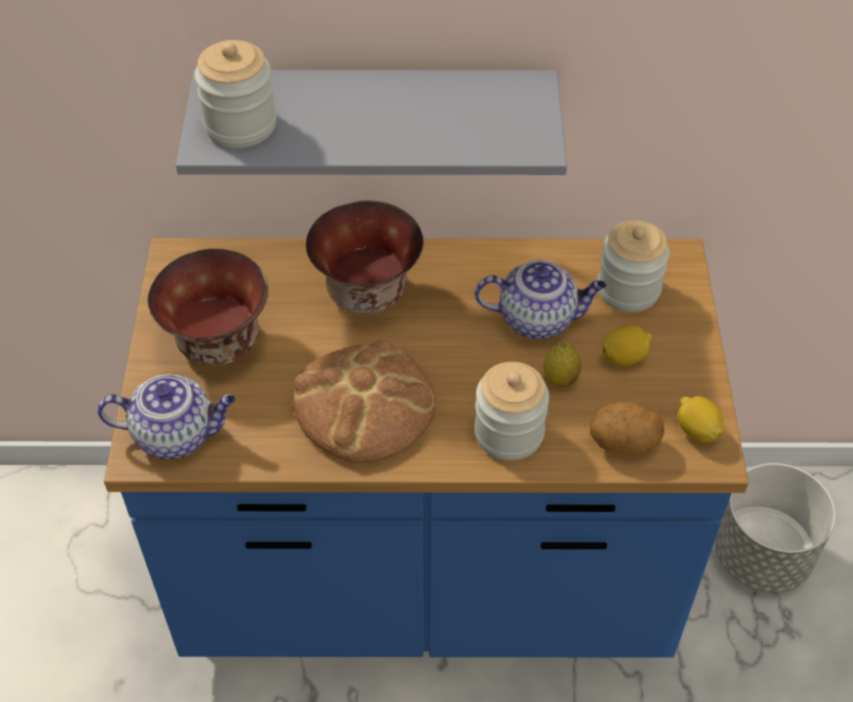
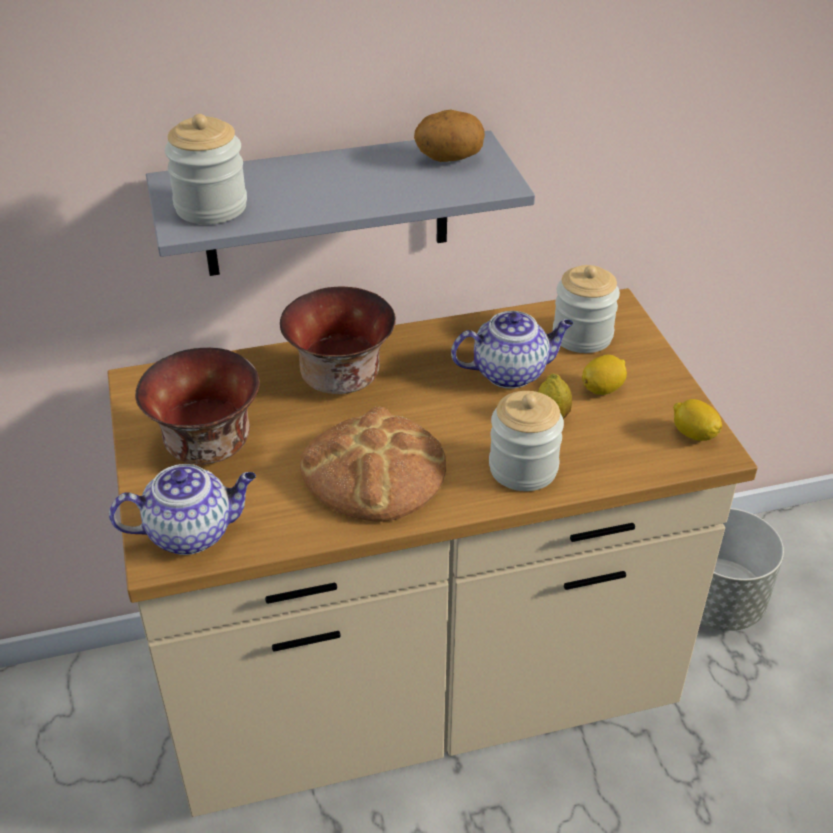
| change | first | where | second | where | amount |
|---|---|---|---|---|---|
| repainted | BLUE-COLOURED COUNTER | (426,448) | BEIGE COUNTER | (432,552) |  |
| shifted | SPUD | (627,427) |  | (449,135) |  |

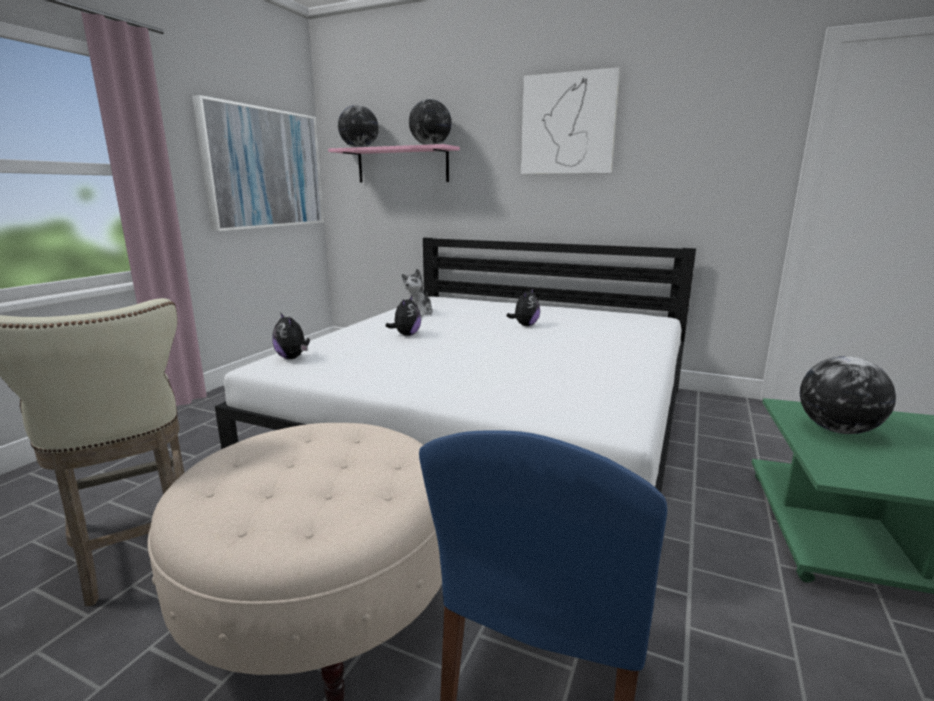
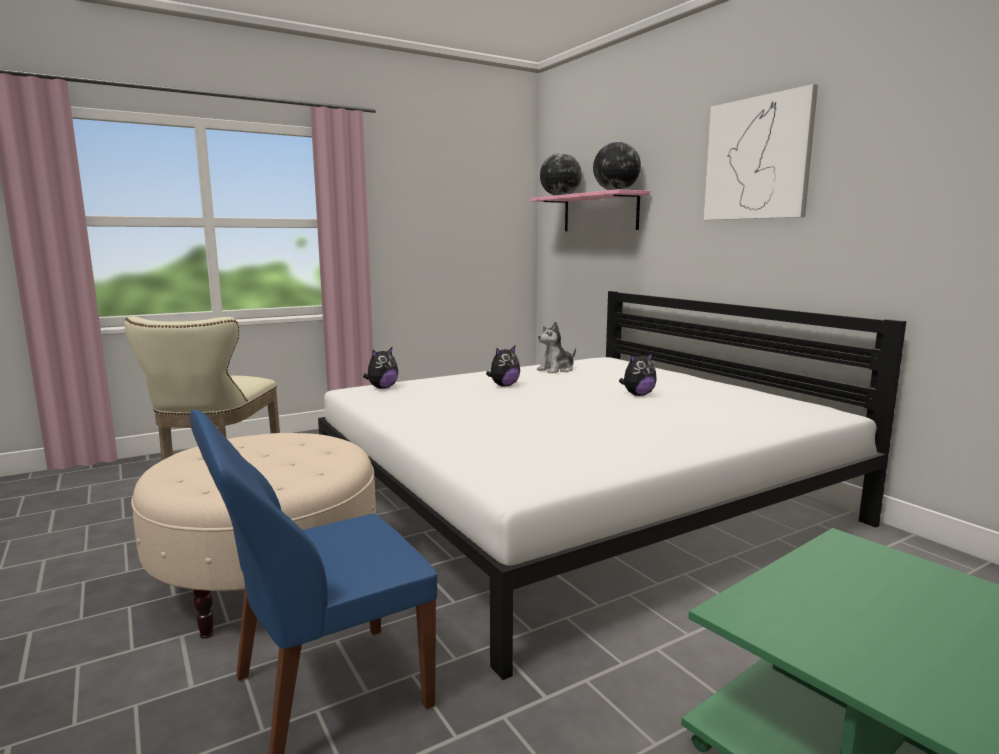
| change | first | where | second | where | amount |
|---|---|---|---|---|---|
| rotated | SOFT TOY | (291,335) |  | (380,368) | 135 degrees counterclockwise |
| gone | WALL ART | (258,163) |  |  |  |
| gone | DESK GLOBE | (848,395) |  |  |  |

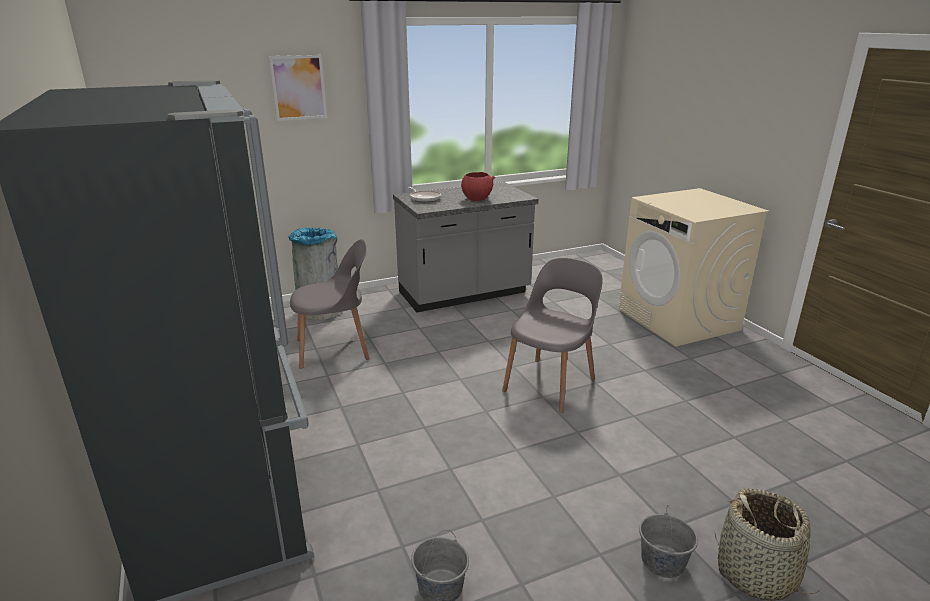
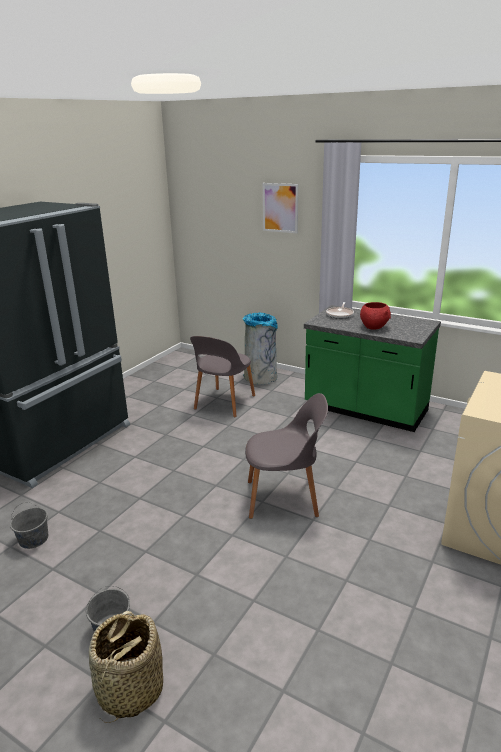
| change | first | where | second | where | amount |
|---|---|---|---|---|---|
| rotated | GRAY CHAIR | (330,304) |  | (222,377) | 75 degrees clockwise |
| repainted | GRAY COUNTER | (465,247) | GREENISH COUNTER | (372,368) |  |

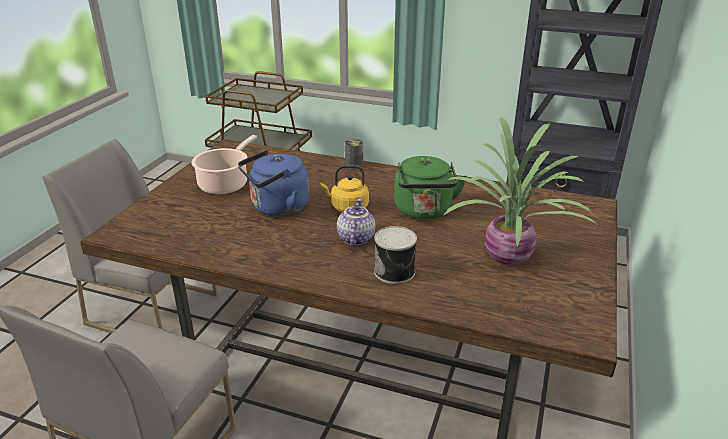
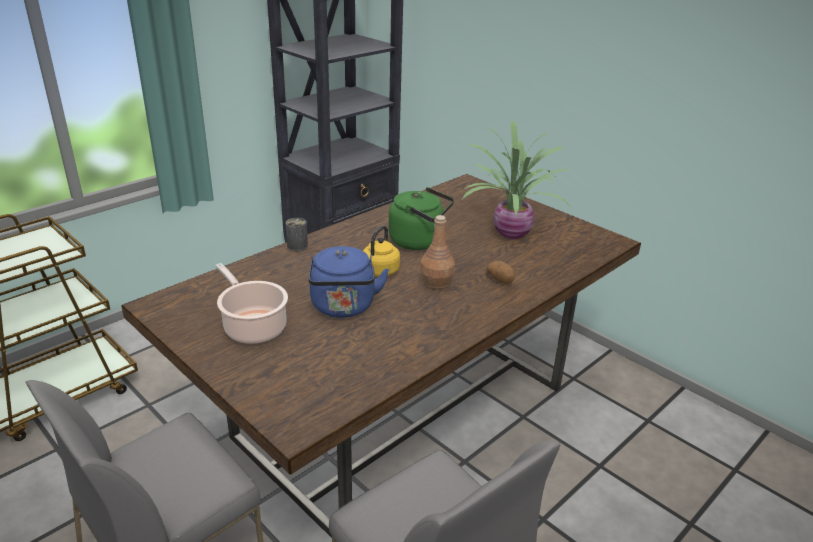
| change | first | where | second | where | amount |
|---|---|---|---|---|---|
| swapped | TEAPOT | (356,222) | BROWN DRINK BOTTLE | (437,252) |  |
| swapped | SEALED CAN | (395,255) | SPUD | (501,272) |  |

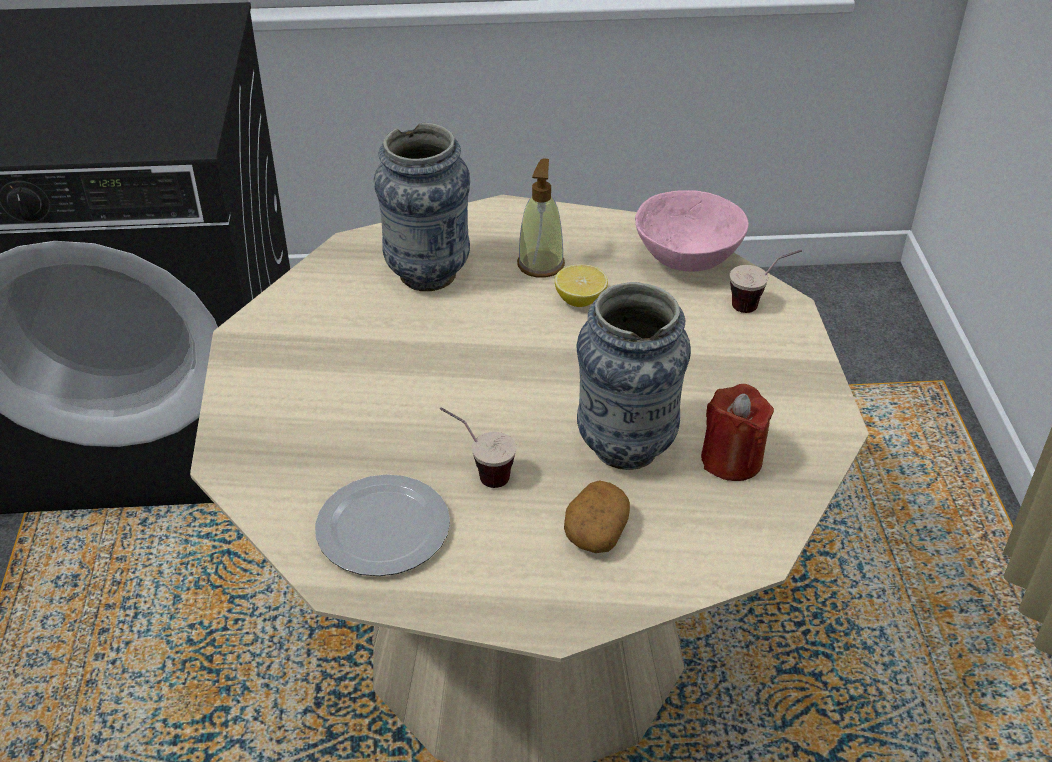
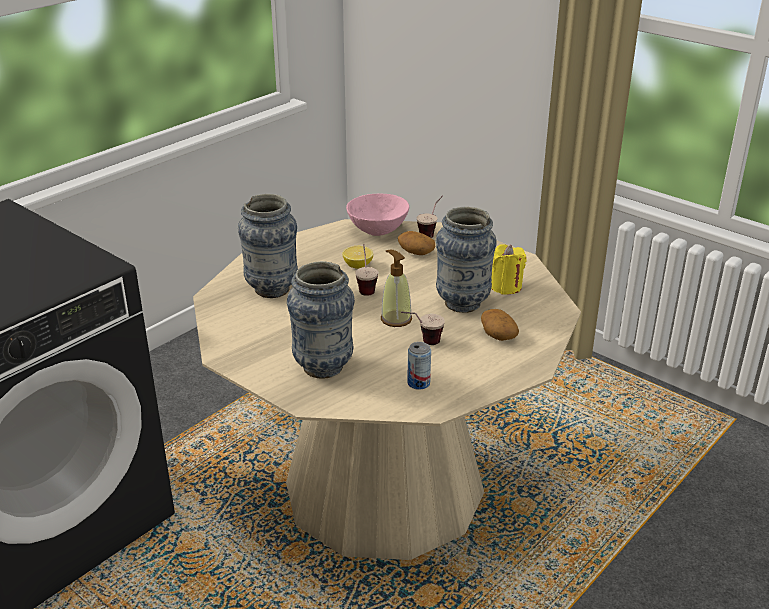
| change | first | where | second | where | amount |
|---|---|---|---|---|---|
| new |  |  | DECORATIVE VASE | (321,319) |  |
| new |  |  | SMALL CUP | (366,270) |  |
| shifted | LIQUID SOAP BOTTLE | (541,218) |  | (396,288) |  |
| new |  |  | SPUD | (416,243) |  |
| swapped | FLAT DISH | (382,525) | SEALED CAN | (419,366) |  |
| repainted | RED WAX LIGHT | (737,432) | YELLOWISH WAX LIGHT | (509,269) |  |

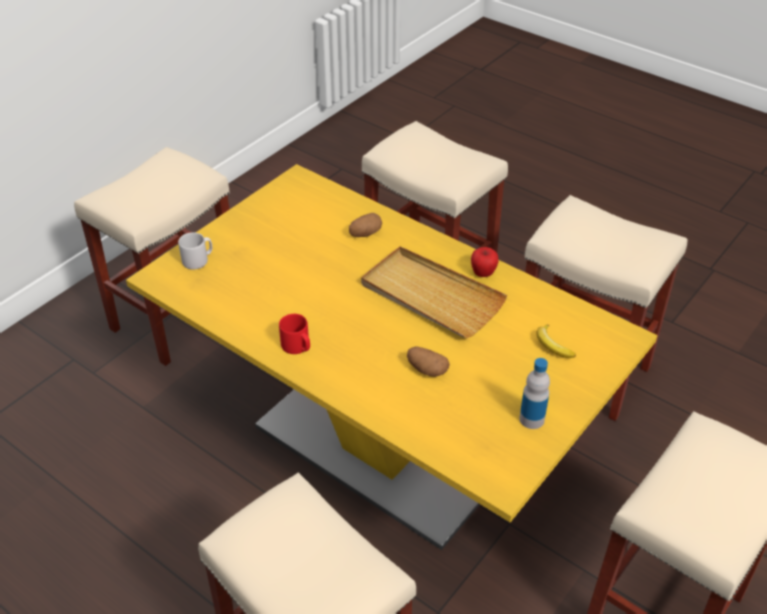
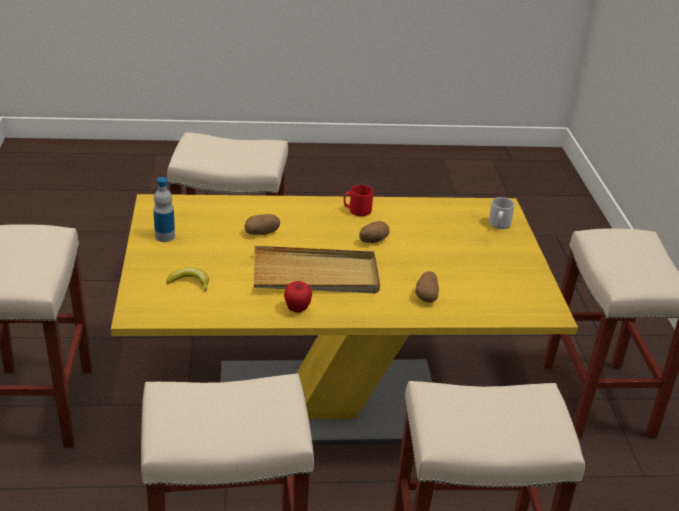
| change | first | where | second | where | amount |
|---|---|---|---|---|---|
| new |  |  | SPUD | (374,232) |  |

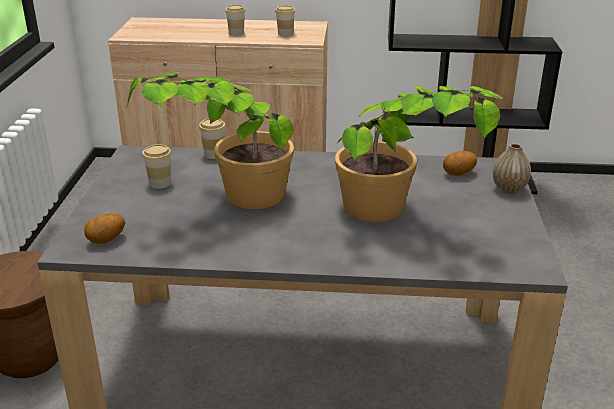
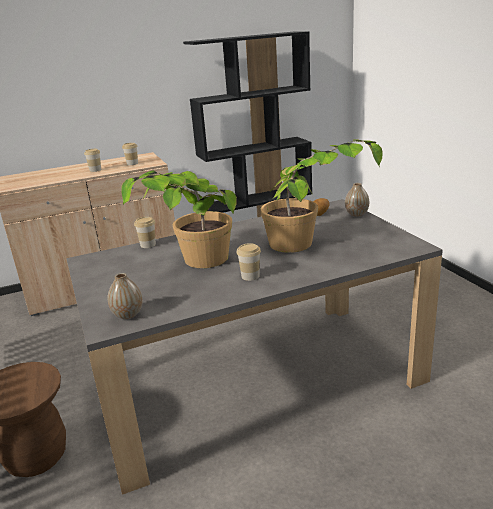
| change | first | where | second | where | amount |
|---|---|---|---|---|---|
| swapped | SPUD | (104,228) | DECORATIVE VASE | (125,296) |  |
| shifted | SMALL CUP | (157,166) |  | (248,262) |  |

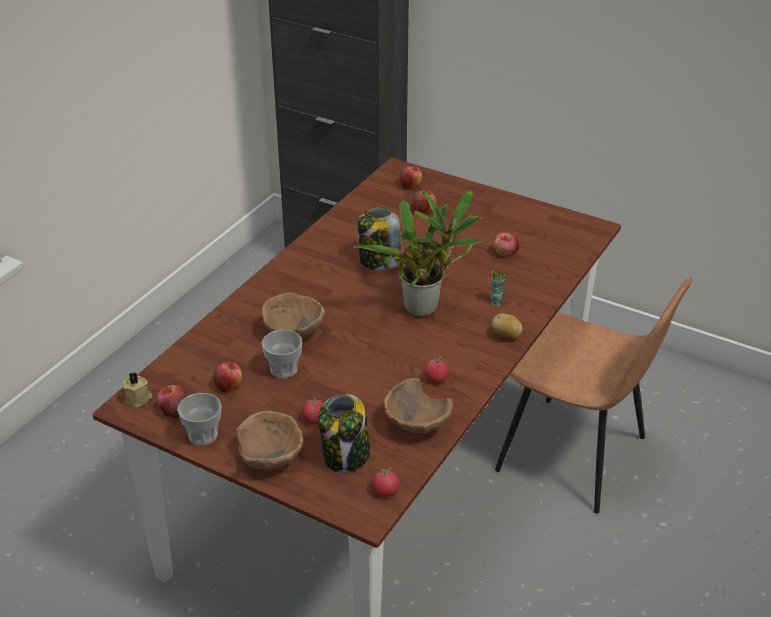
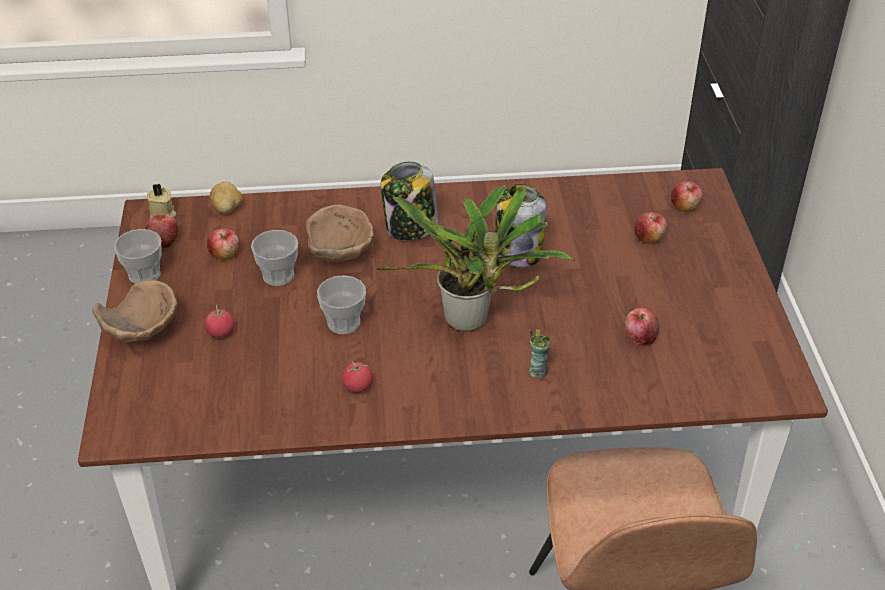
| change | first | where | second | where | amount |
|---|---|---|---|---|---|
| shifted | SPUD | (507,326) |  | (226,197) |  |
| new |  |  | SMALL CUP | (341,304) |  |
| shifted | PRESERVE JAR | (344,433) |  | (410,201) |  |
| gone | WHOLE TOMATO | (385,481) |  |  |  |
| gone | BROWN DEEP DISH | (418,406) |  |  |  |

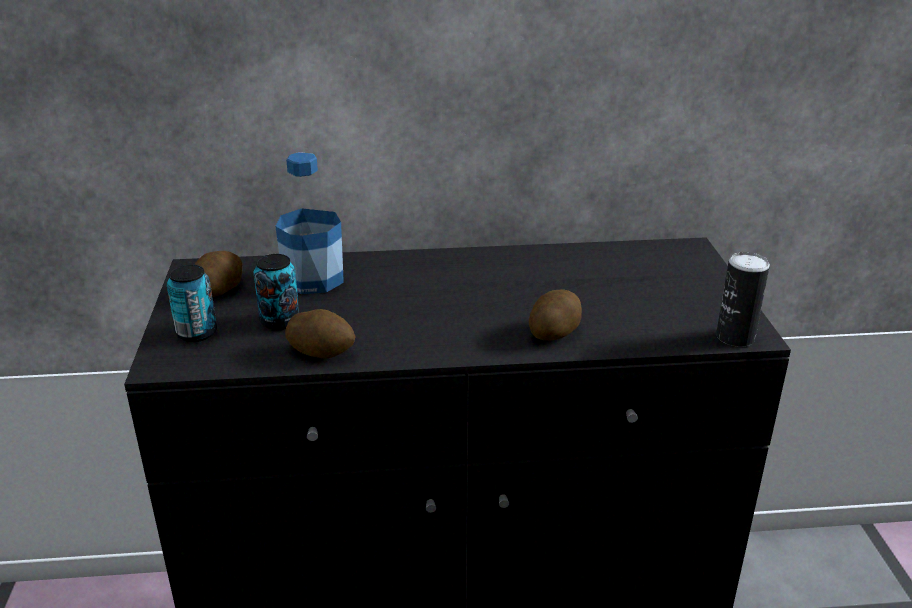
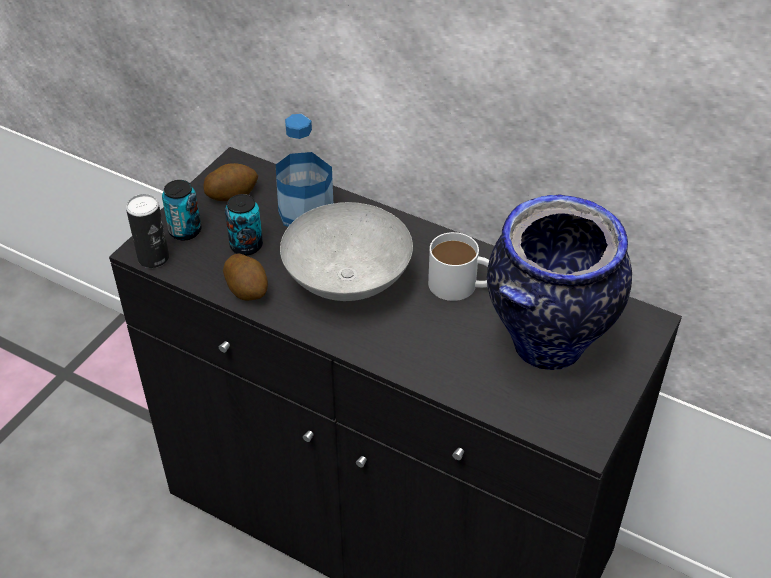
| change | first | where | second | where | amount |
|---|---|---|---|---|---|
| shifted | SEALED CAN | (743,299) |  | (147,231) |  |
| new |  |  | GRAY DEEP DISH | (346,251) |  |
| new |  |  | WHITE MUG | (458,266) |  |
| new |  |  | DECORATIVE VASE | (559,282) |  |
| gone | SPUD | (555,315) |  |  |  |

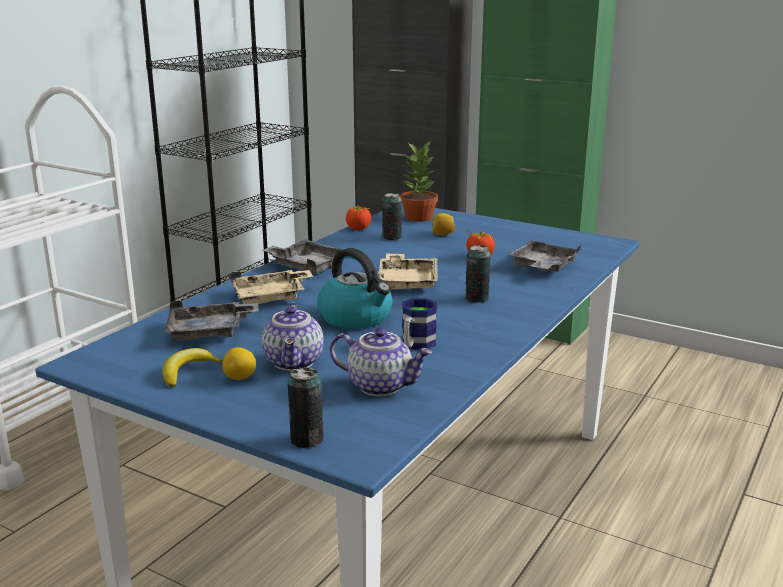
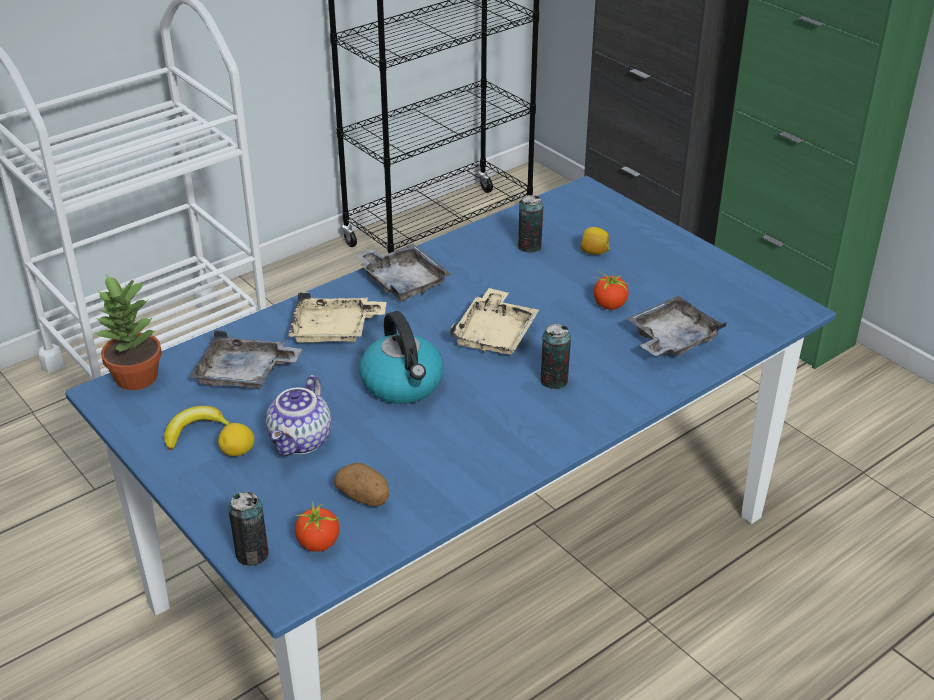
| change | first | where | second | where | amount |
|---|---|---|---|---|---|
| shifted | HOUSEPLANT | (419,181) |  | (128,332) |  |
| shifted | WHOLE TOMATO | (358,217) |  | (317,527) |  |
| swapped | TEAPOT | (381,362) | SPUD | (361,484) |  |
| gone | MUG | (419,324) |  |  |  |

